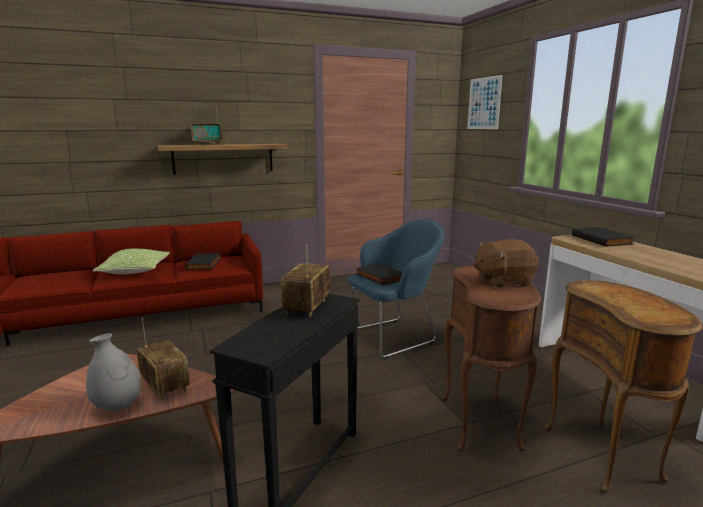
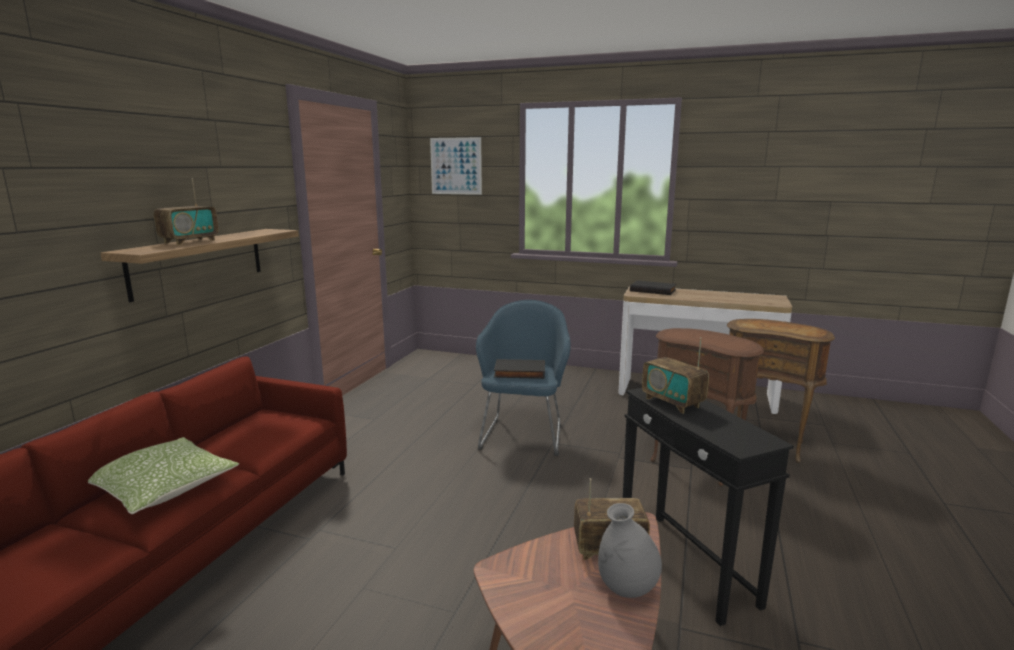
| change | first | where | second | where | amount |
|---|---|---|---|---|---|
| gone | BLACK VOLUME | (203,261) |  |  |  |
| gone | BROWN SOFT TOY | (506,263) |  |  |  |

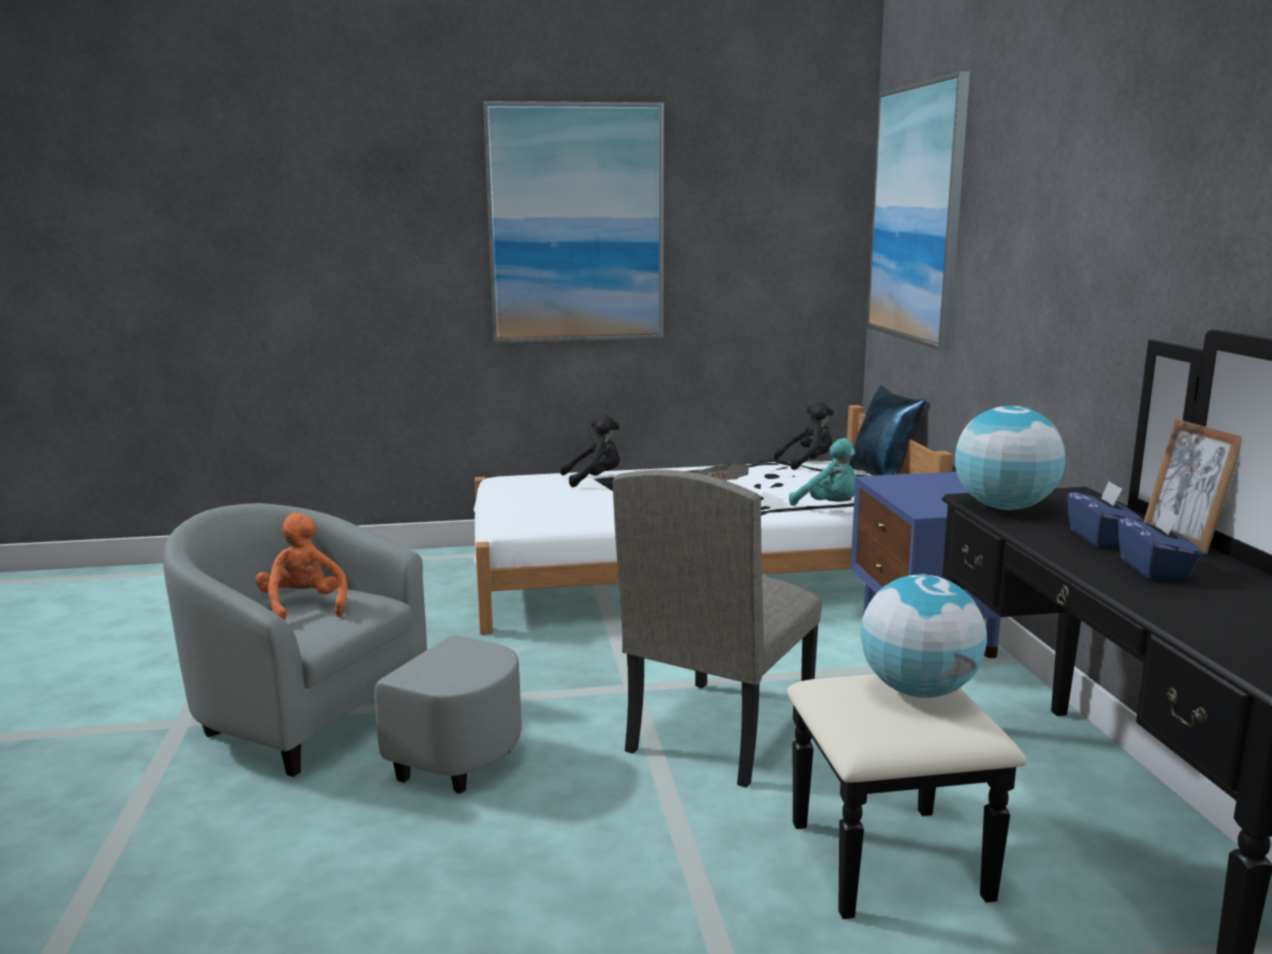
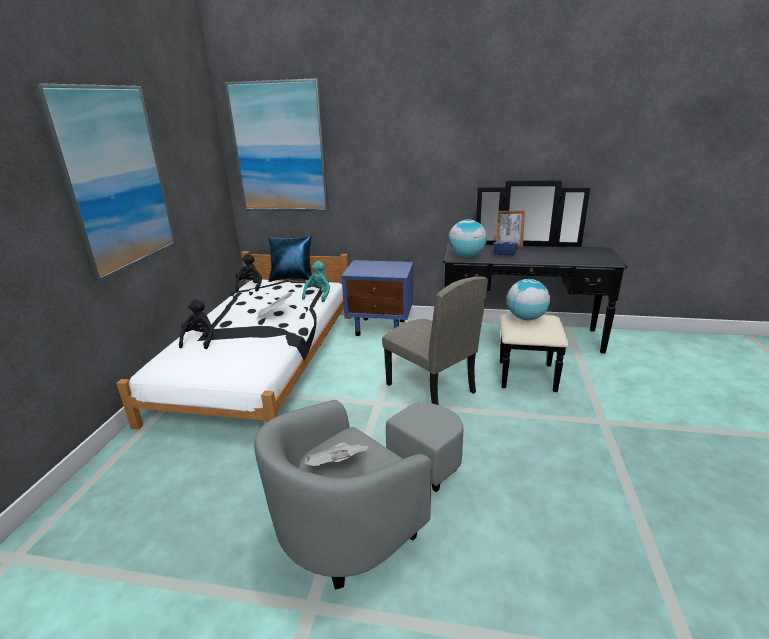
| change | first | where | second | where | amount |
|---|---|---|---|---|---|
| rotated | TURQUOISE SOFT TOY | (823,472) |  | (316,281) | 45 degrees counterclockwise |
| swapped | ORANGEY SOFT TOY | (301,566) | NEWSPAPER | (336,454) |  |
| gone | BLUE-COLOURED TISSUE HOLDER | (1160,543) |  |  |  |

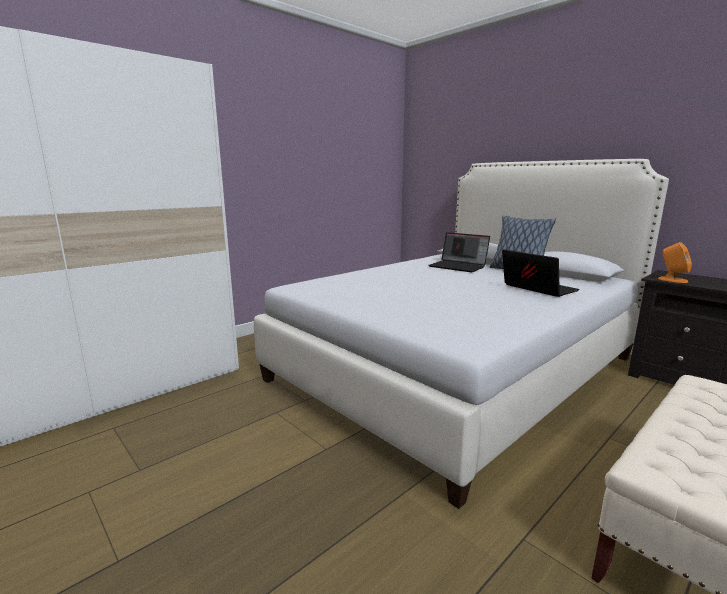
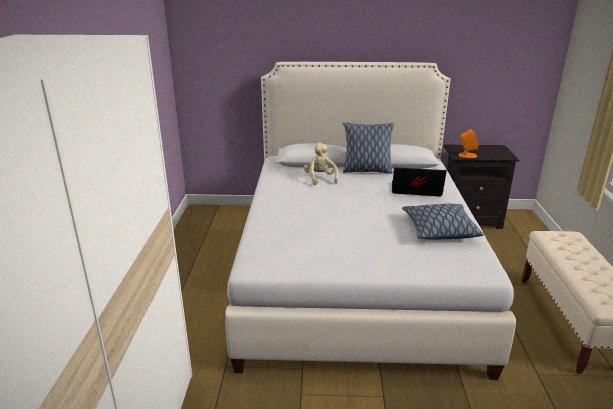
| change | first | where | second | where | amount |
|---|---|---|---|---|---|
| swapped | LAPTOP | (459,252) | BEIGE SOFT TOY | (321,164) |  |
| new |  |  | THROW PILLOW | (443,222) |  |

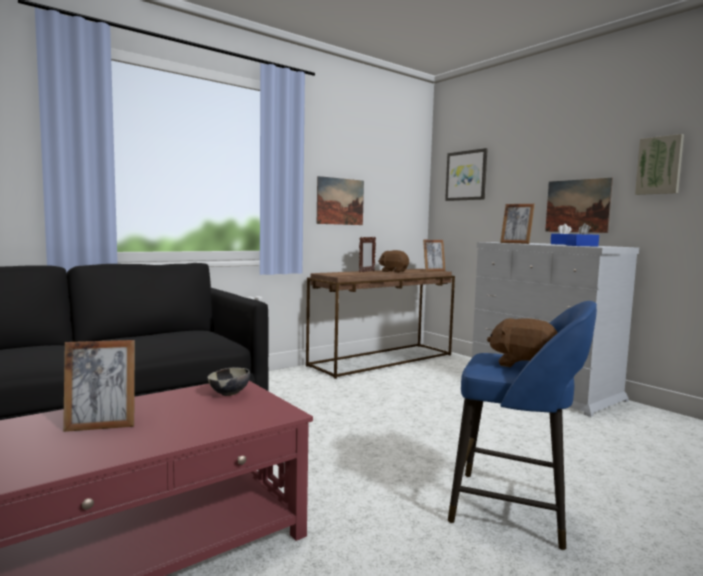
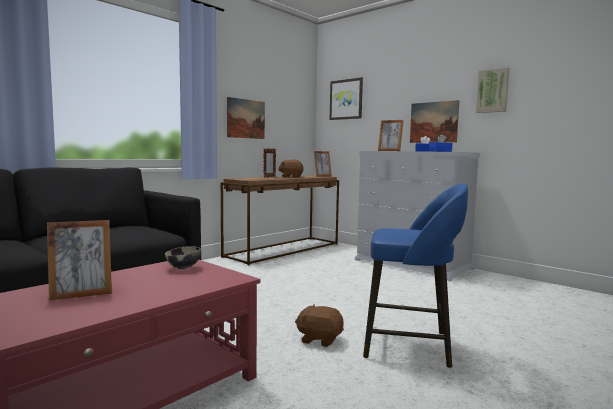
| change | first | where | second | where | amount |
|---|---|---|---|---|---|
| shifted | BROWN SOFT TOY | (522,342) |  | (319,326) |  |

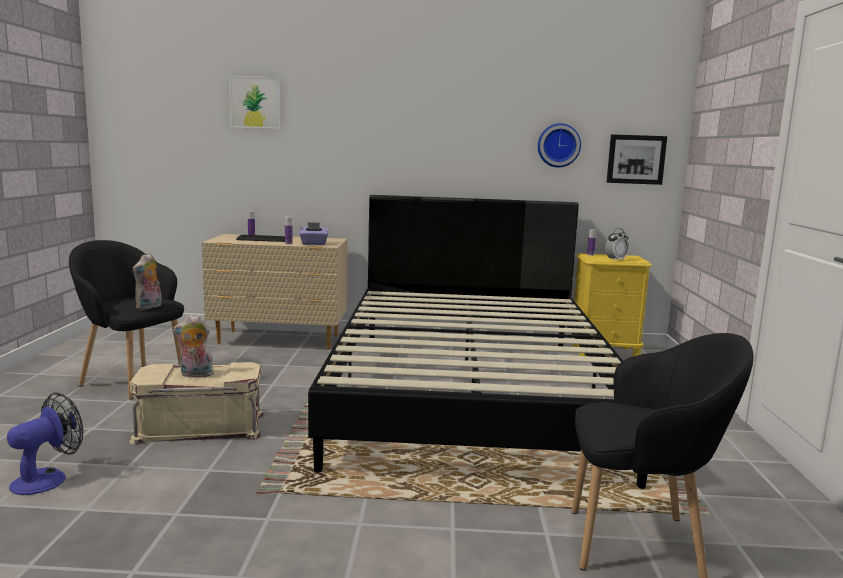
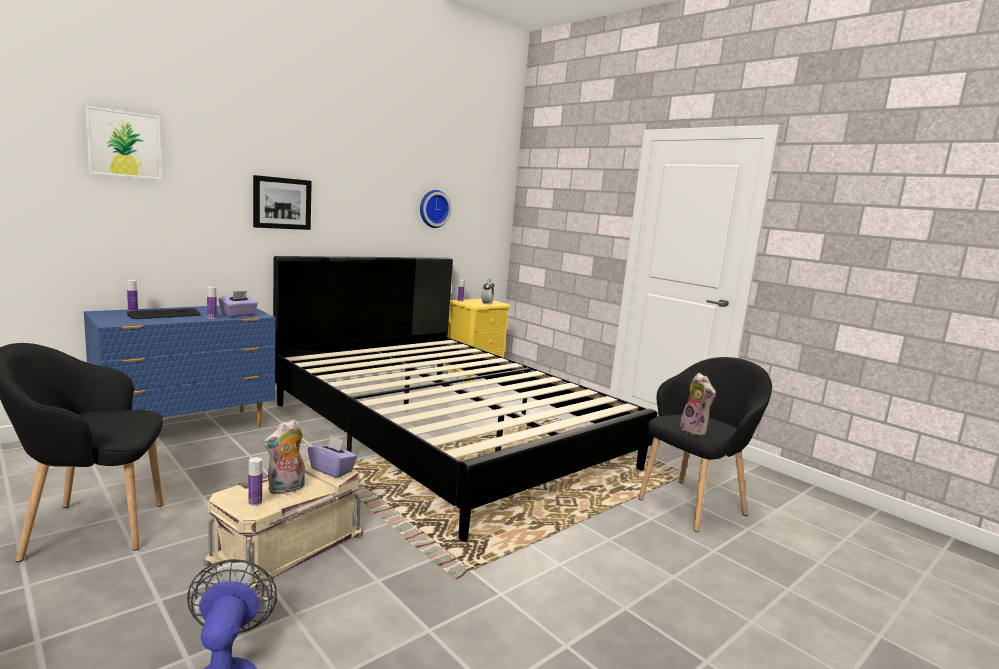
| change | first | where | second | where | amount |
|---|---|---|---|---|---|
| repainted | BEIGE CHEST OF DRAWERS | (275,291) | BLUE-COLOURED CHEST OF DRAWERS | (180,366) |  |
| new |  |  | DRINK BOTTLE | (255,481) |  |
| shifted | WALL ART | (637,159) |  | (282,202) |  |
| new |  |  | PURPLE-COLOURED TISSUE HOLDER | (332,456) |  |
| shifted | SOFT TOY | (147,281) |  | (698,404) |  |

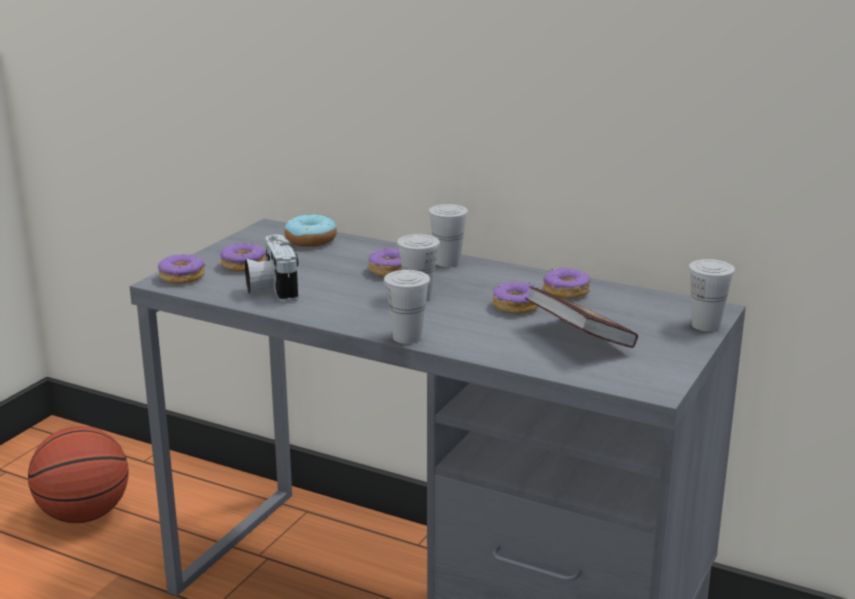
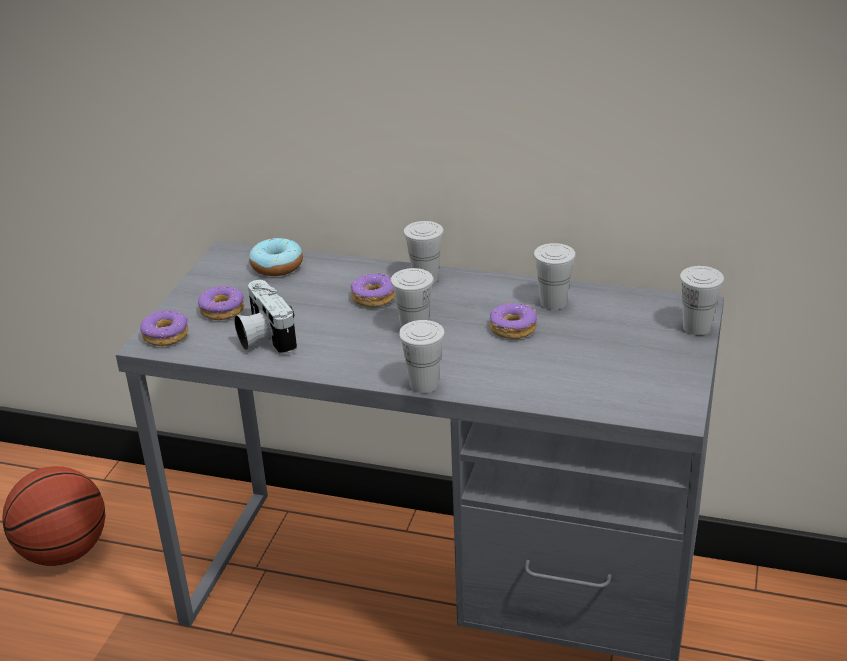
| change | first | where | second | where | amount |
|---|---|---|---|---|---|
| swapped | RING DOUGHNUT | (567,283) | WHITE SMALL CUP | (555,276) |  |
| gone | VOLUME | (581,317) |  |  |  |

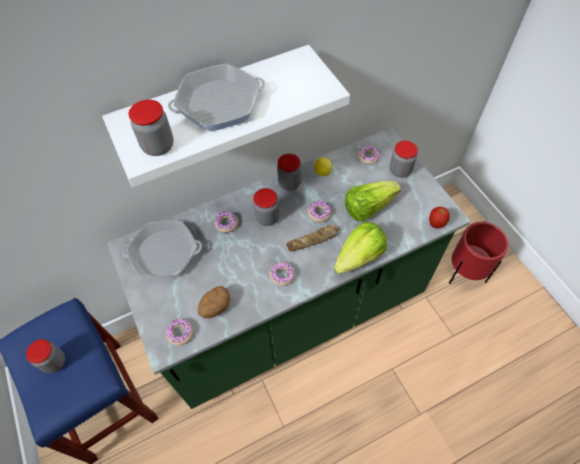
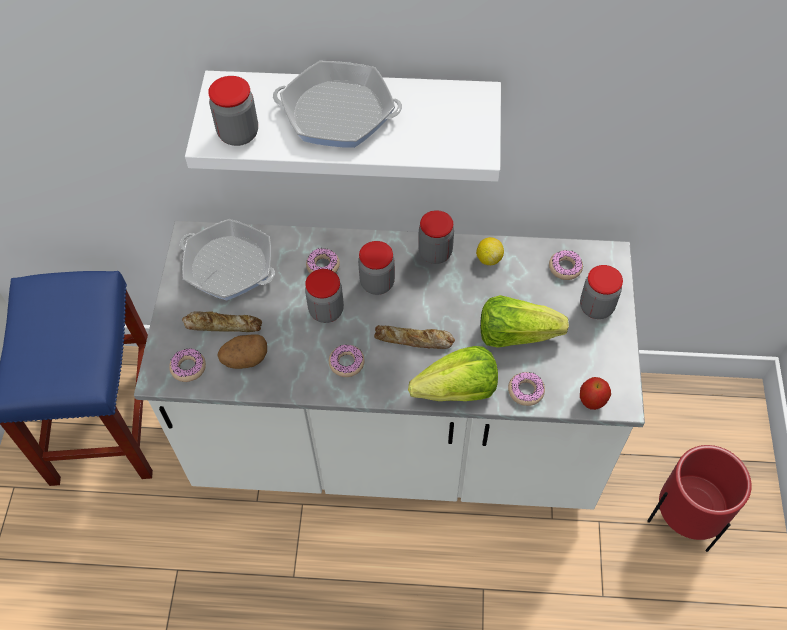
| change | first | where | second | where | amount |
|---|---|---|---|---|---|
| repainted | GREENISH COUNTER | (289,268) | WHITE COUNTER | (389,365) |  |
| new |  |  | BAKED BREAD | (222,321) |  |
| shifted | PRESERVE JAR | (45,356) |  | (324,296) |  |
| shifted | RING DOUGHNUT | (319,211) |  | (526,389) |  |

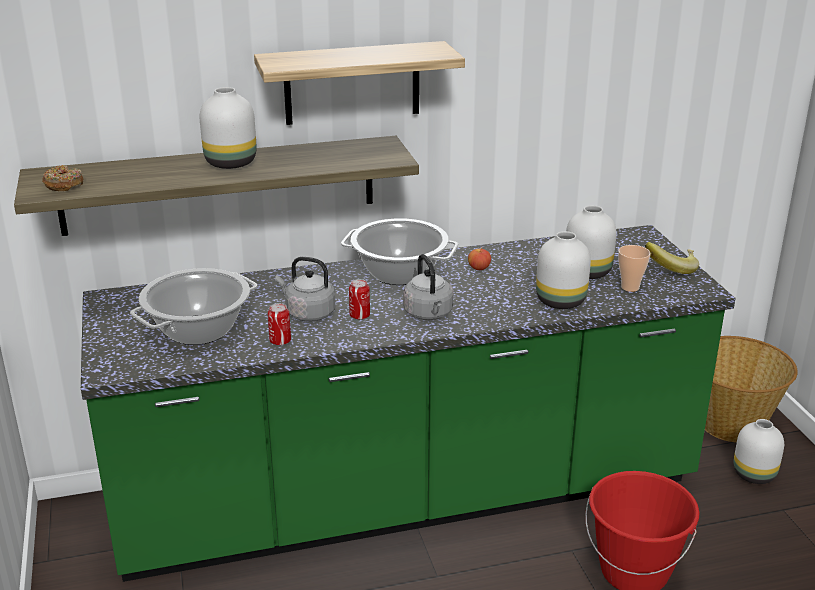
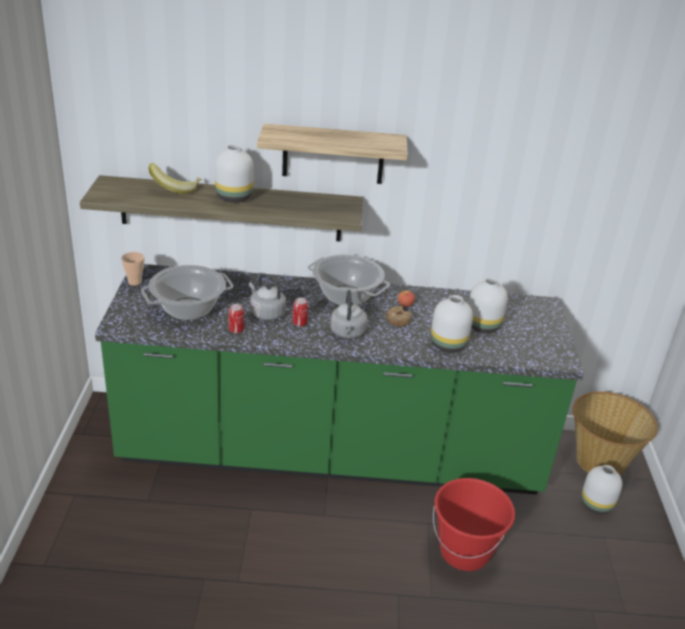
| change | first | where | second | where | amount |
|---|---|---|---|---|---|
| shifted | SMALL CUP | (634,268) |  | (133,269) |  |
| shifted | WHOLE BANANA | (672,258) |  | (175,178) |  |
| shifted | RING DOUGHNUT | (62,178) |  | (399,316) |  |

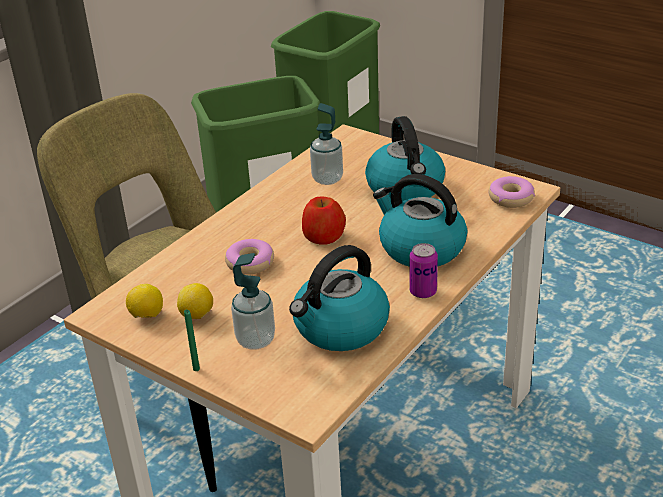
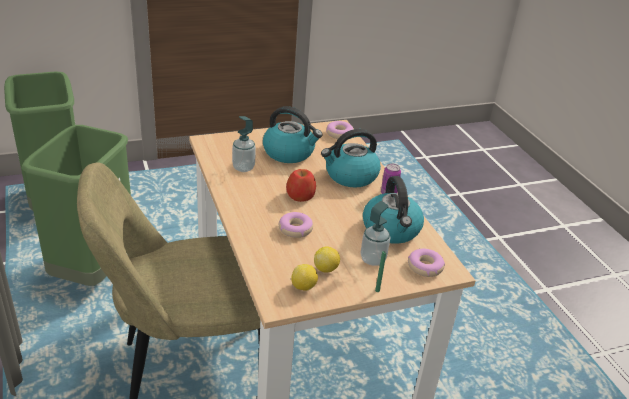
| change | first | where | second | where | amount |
|---|---|---|---|---|---|
| new |  |  | RING DOUGHNUT | (426,263) |  |

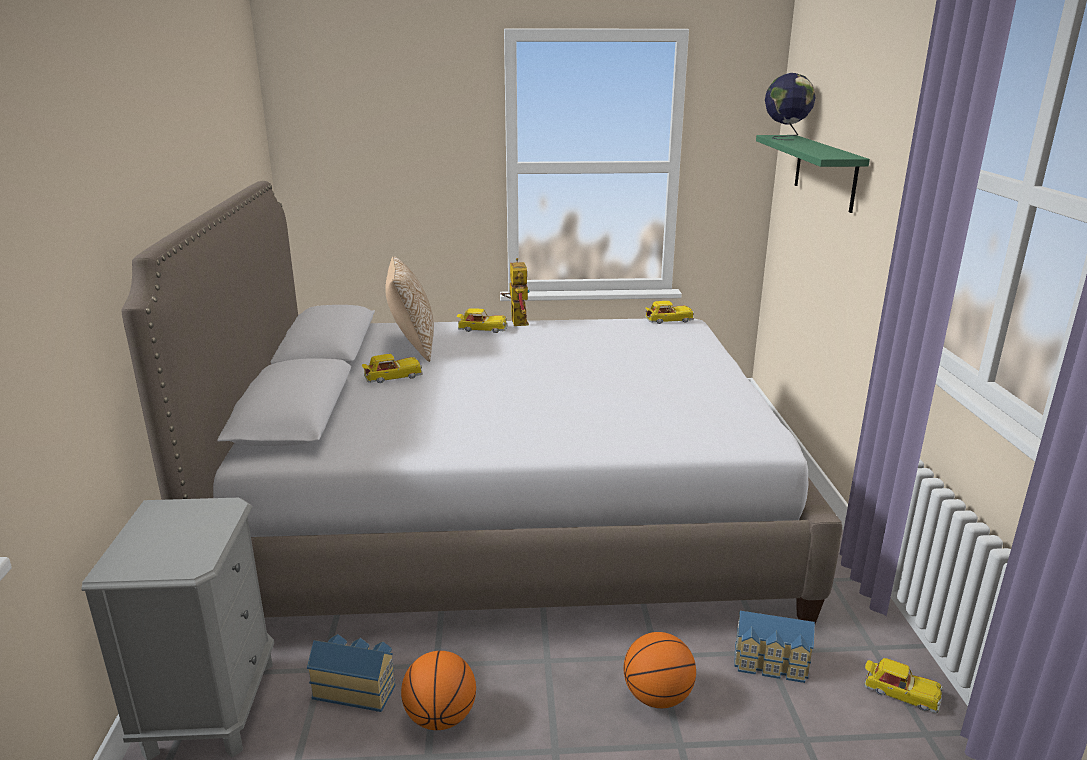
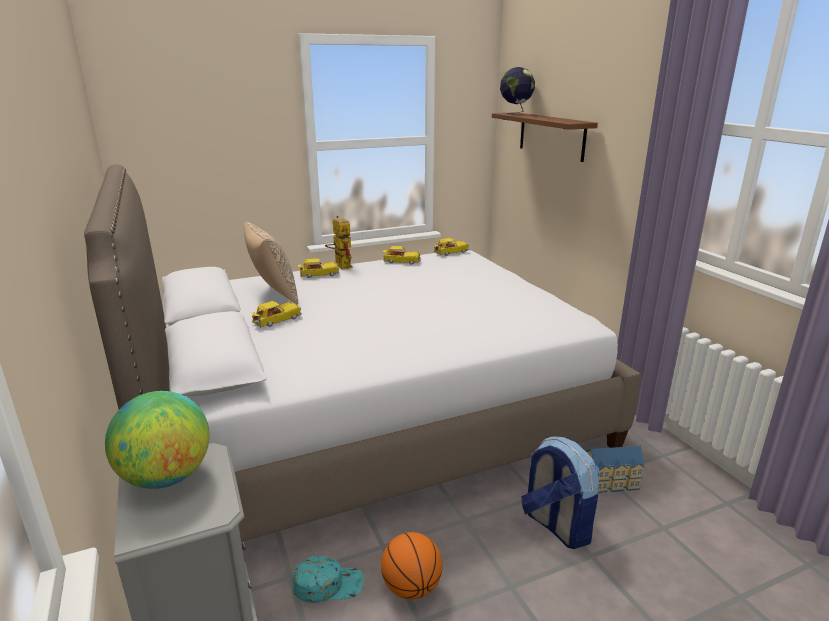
| change | first | where | second | where | amount |
|---|---|---|---|---|---|
| new |  |  | DESK GLOBE | (157,440) |  |
| swapped | MINIATURE HOUSE | (351,673) | TURQUOISE CAP | (328,579) |  |
| shifted | TOY CAR | (903,685) |  | (402,255) |  |
| repainted | GREENISH BRACKET SHELF | (813,174) | BROWN BRACKET SHELF | (545,137) |  |
| swapped | BASKETBALL BALL | (660,670) | BACKPACK | (560,492) |  |

